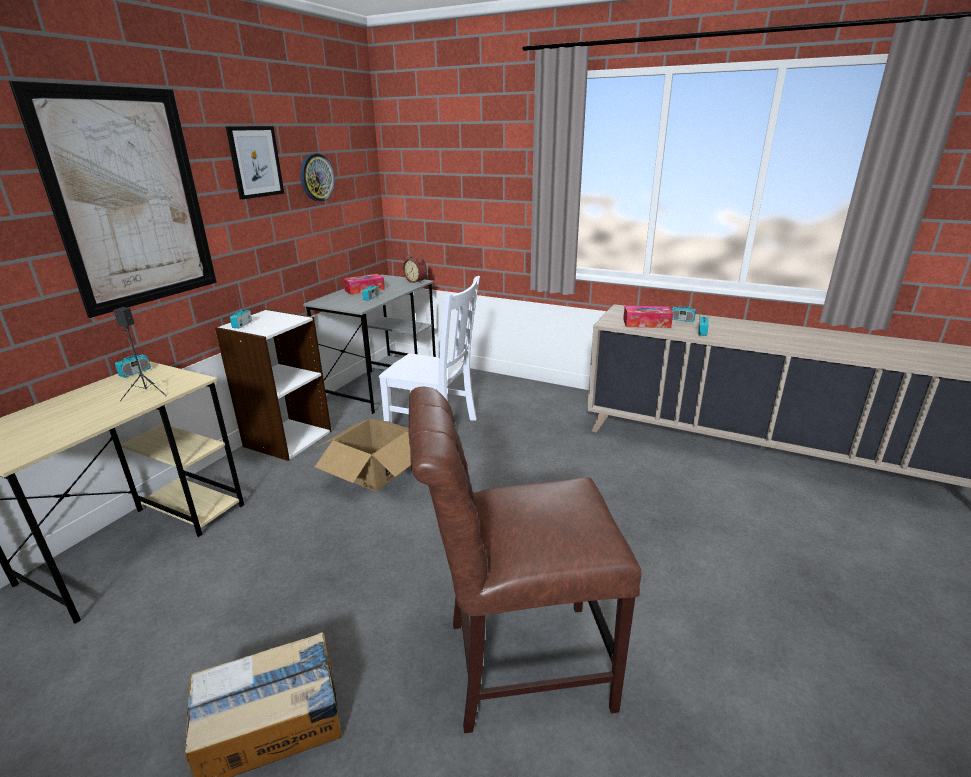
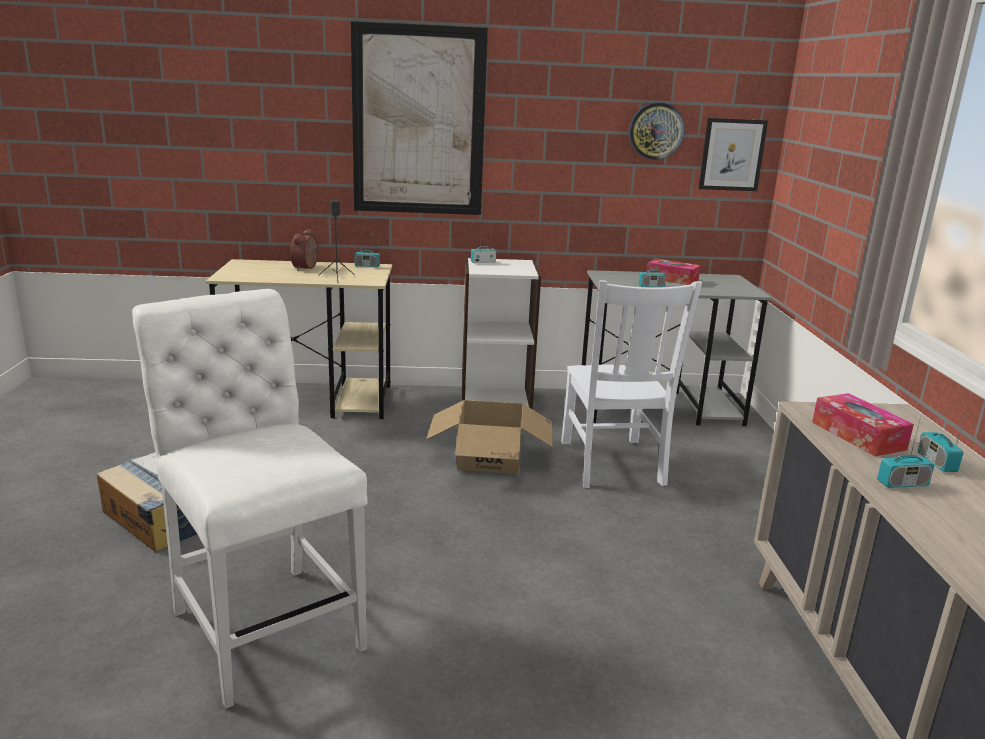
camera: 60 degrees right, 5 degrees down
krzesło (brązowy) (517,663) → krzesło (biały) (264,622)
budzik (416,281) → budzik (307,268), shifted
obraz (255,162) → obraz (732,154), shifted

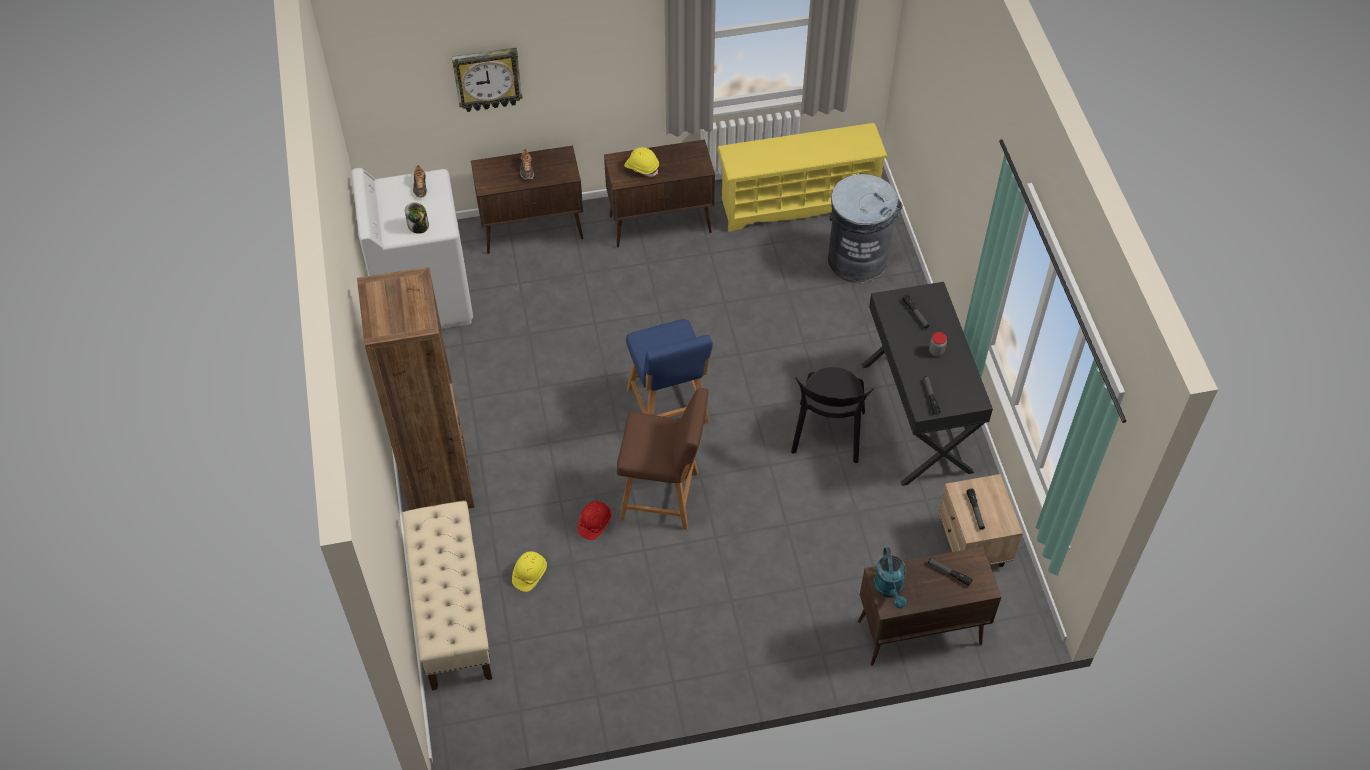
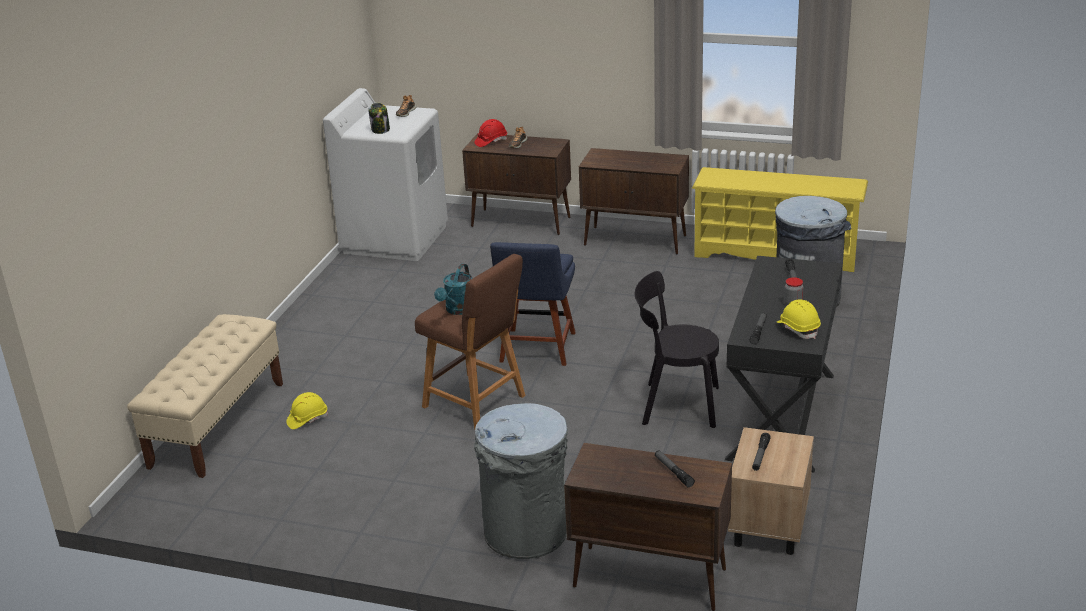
camera: 30 degrees right, 25 degrees down
konewka (turkusowy) (890,589) → konewka (turkusowy) (458,310), shifted
- → kosz na śmieci (szary) (527,533)
kask (czerwony) (594,523) → kask (czerwony) (491,141), shifted
stołek (niebieski) (669,409) → krzesło (niebieski) (537,349)
krzesło (czarny) (827,435) → krzesło (czarny) (675,405), 60 degrees clockwise
kask (żółty) (642,167) → kask (żółty) (798,328), shifted
regał (brązowy) (438,481) → -
zegar ścienny (487,78) → -

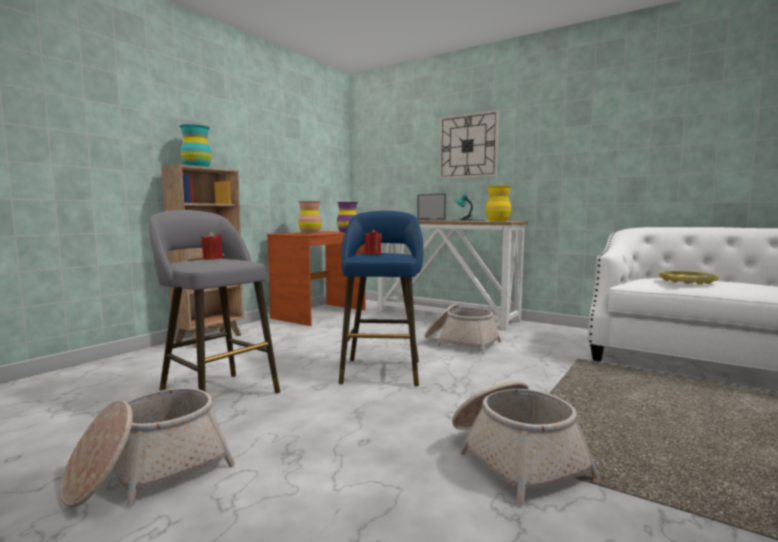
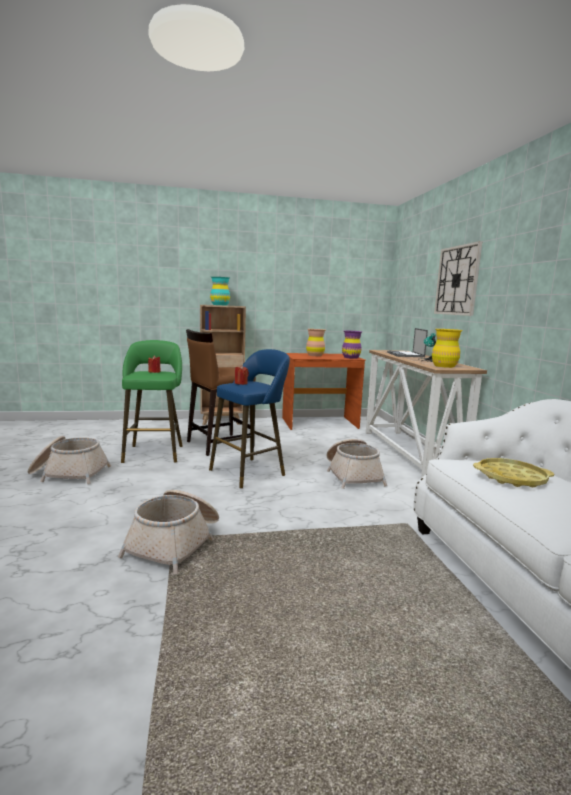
camera: 45 degrees right, 5 degrees up
stołek (szary) (216,394) → stołek (zielony) (154,452)
- → stołek (brązowy) (219,444)

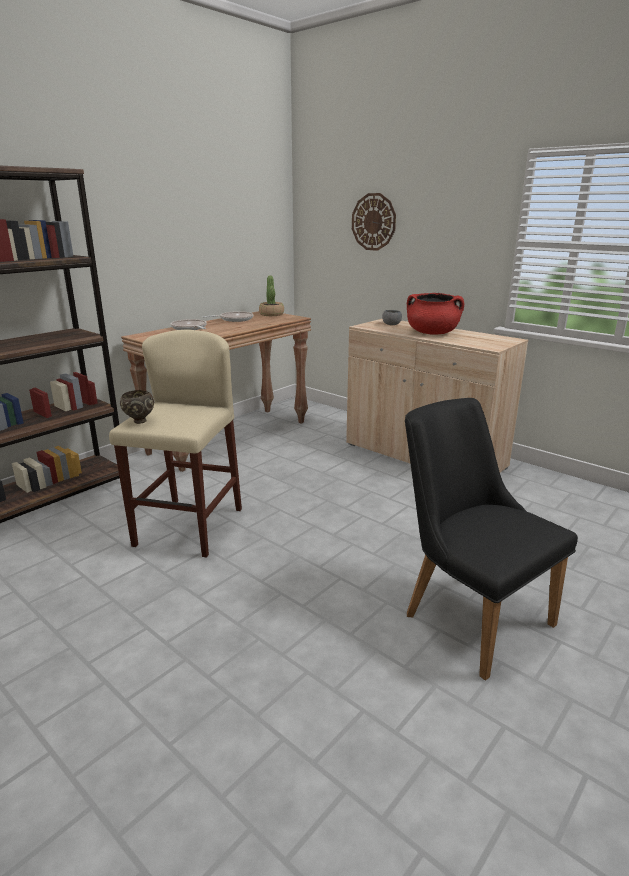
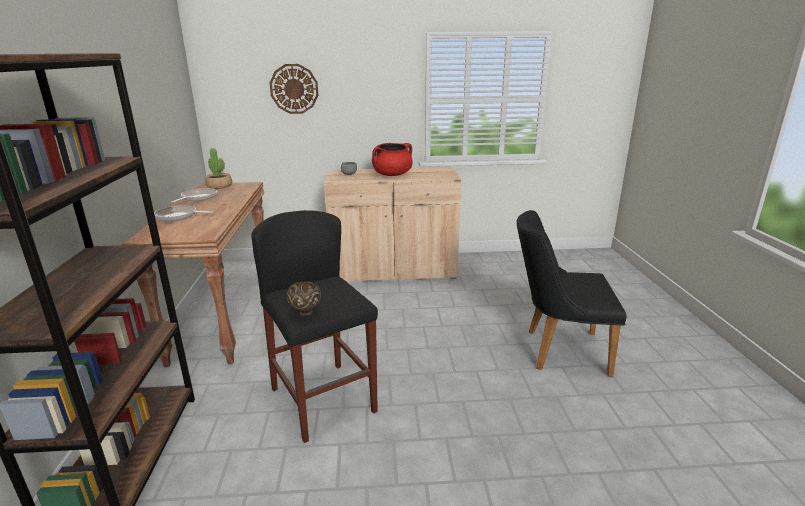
camera: 45 degrees left, 0 degrees up
stołek (beżowy) (189,527) → stołek (czarny) (323,400)

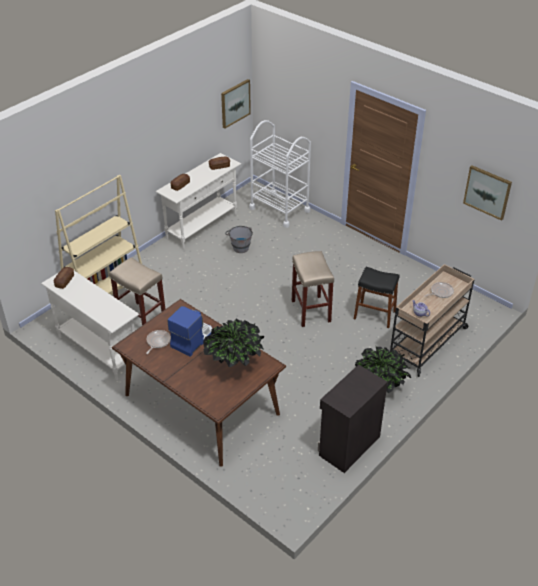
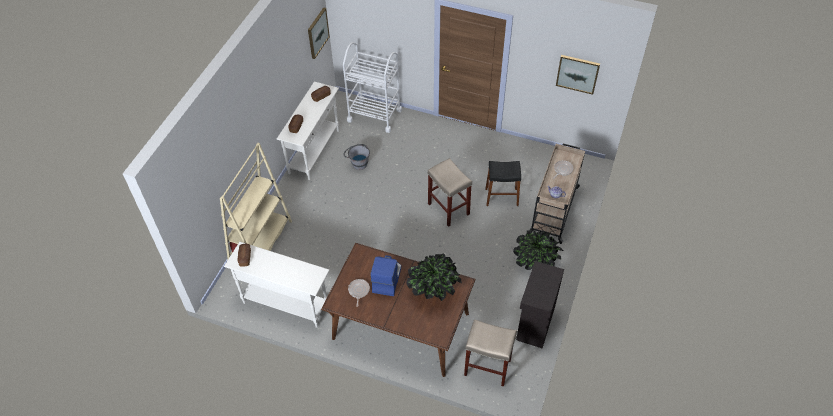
camera: 20 degrees left, 10 degrees up
stołek (beżowy) (142,318) → stołek (beżowy) (488,367), shifted

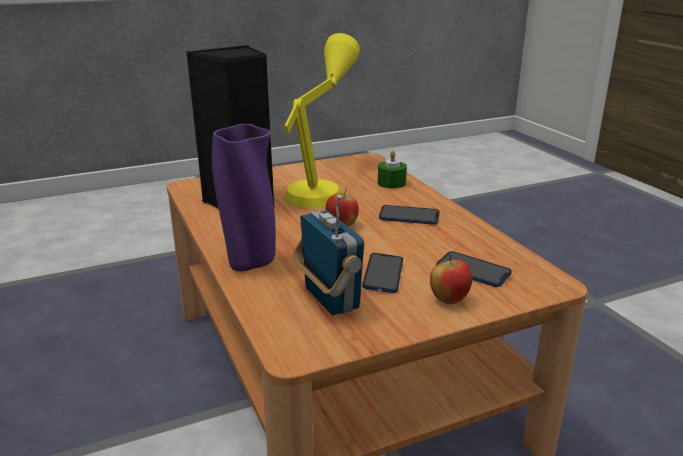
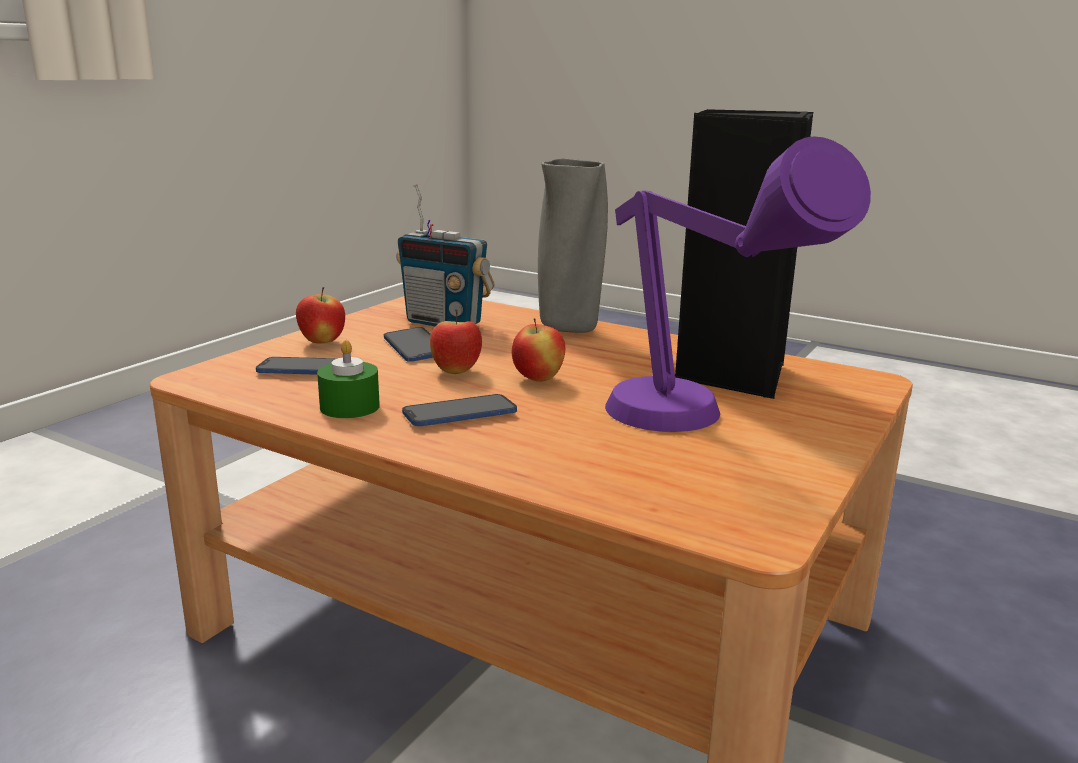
camera: 145 degrees right, 5 degrees down
świeca (zielony) (391,183) → świeca (zielony) (349,407), shifted
- → jabłko (456,371)
wazon (fioletowy) (250,263) → wazon (szary) (568,328)
lampa stołowa (żółty) (323,185) → lampa stołowa (fioletowy) (689,432)

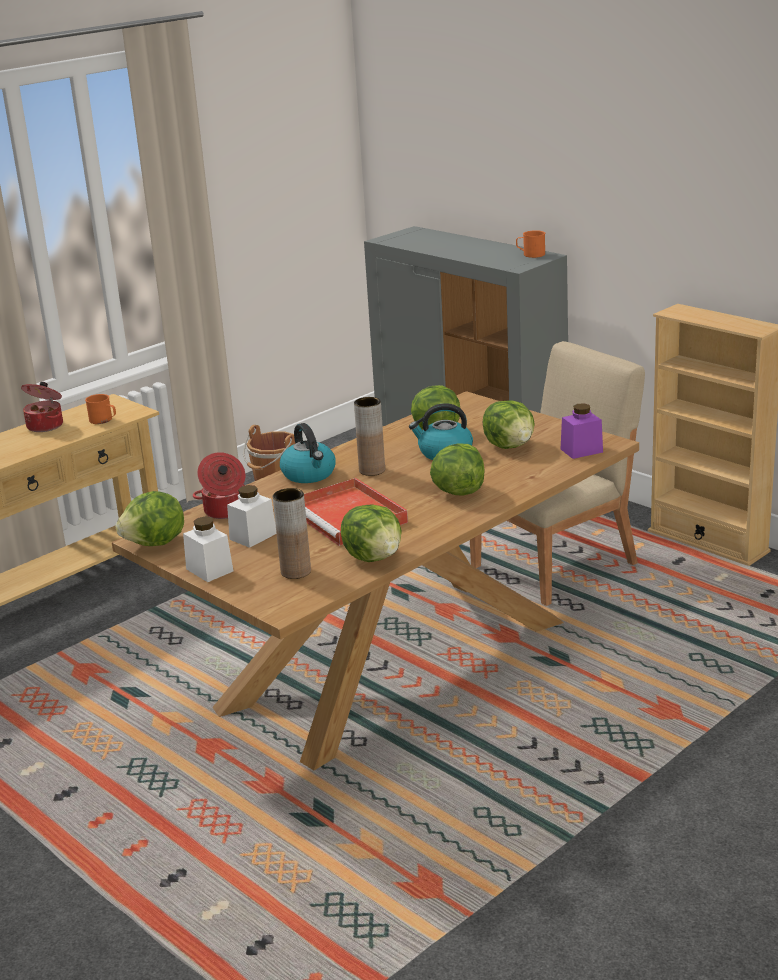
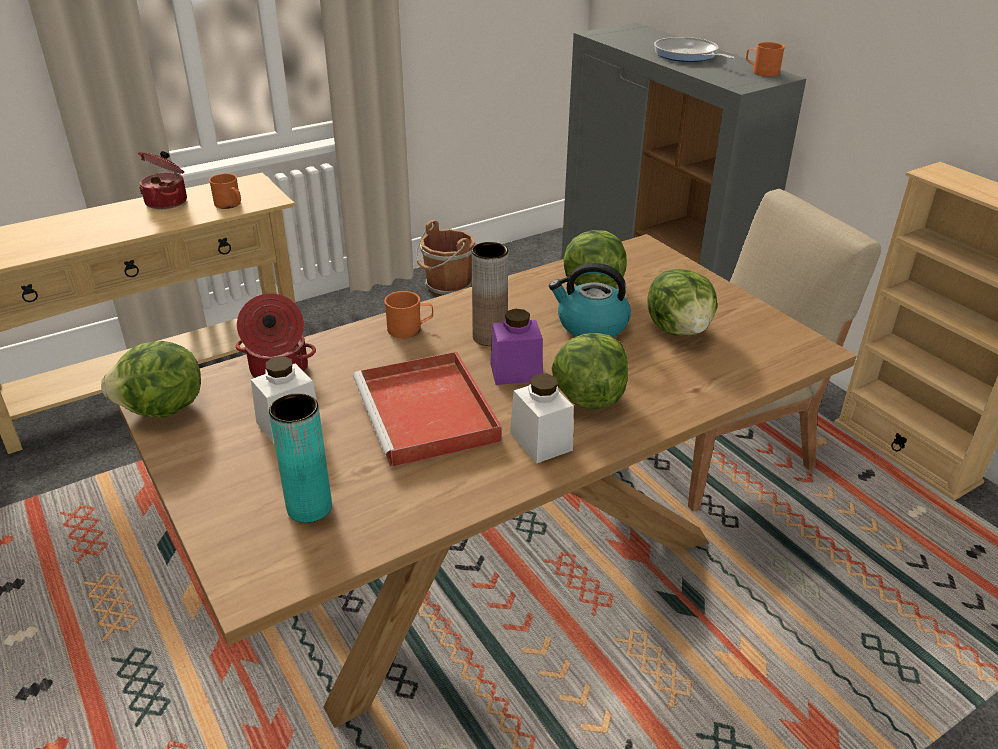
camera: 10 degrees right, 10 degrees up
wazon (brązowy) (296,572) → wazon (turkusowy) (309,507)
czajnik (309,474) → kubek (pomarańczowy) (410,328)
słoik (fioletowy) (581,450) → słoik (fioletowy) (516,372), shifted
słoik (biały) (209,570) → słoik (biały) (541,441), shifted
- → patelnia (687,55)
sałata (374,557) → -

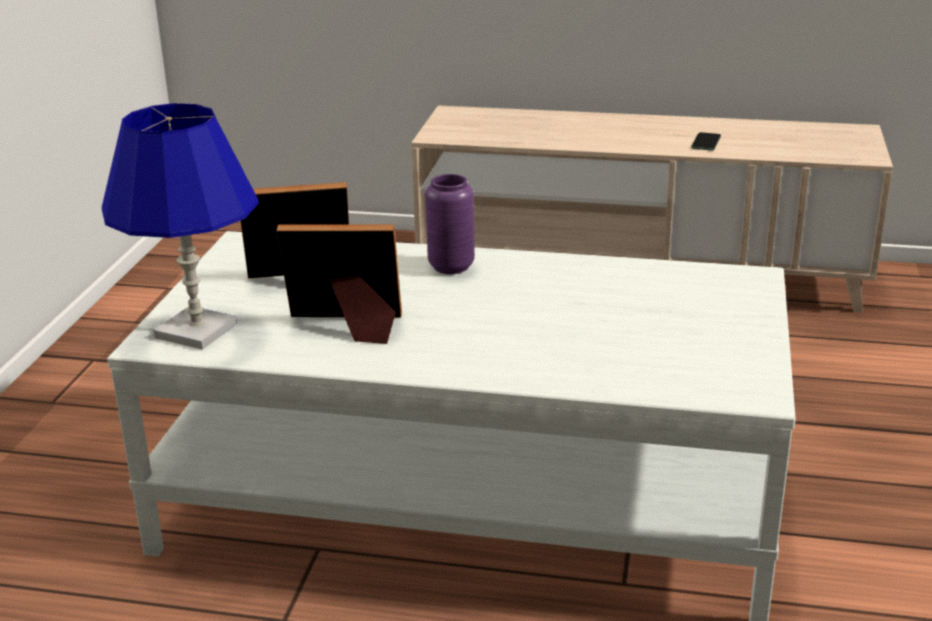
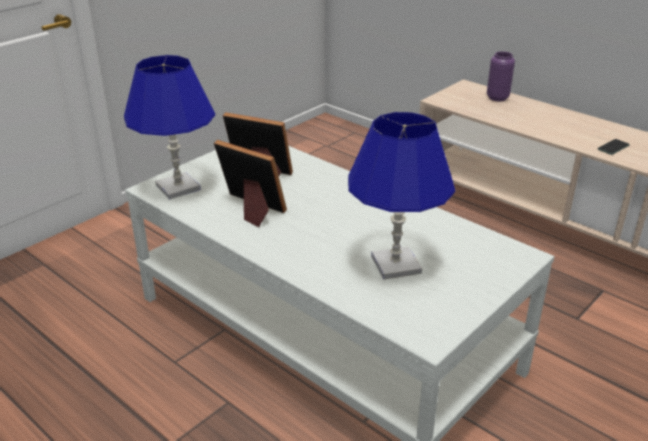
camera: 30 degrees right, 5 degrees up
- → lampa stołowa (niebieski) (395,264)
wazon (fioletowy) (451,267) → wazon (fioletowy) (497,98), shifted

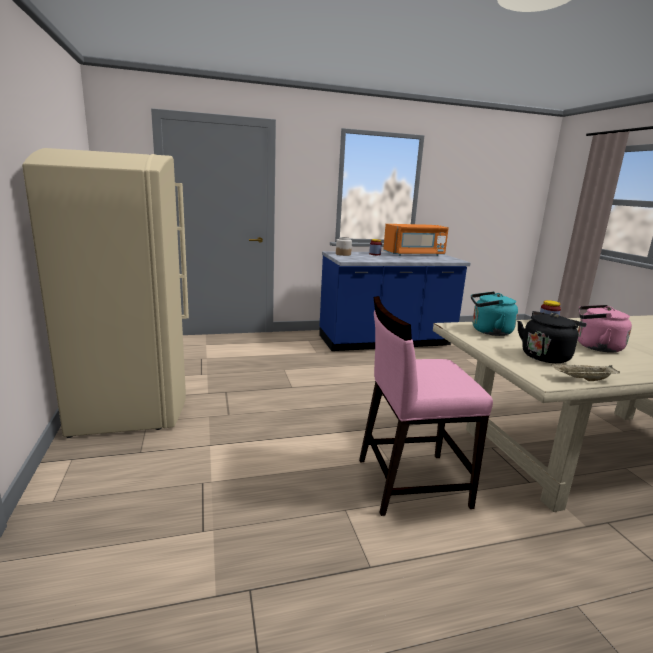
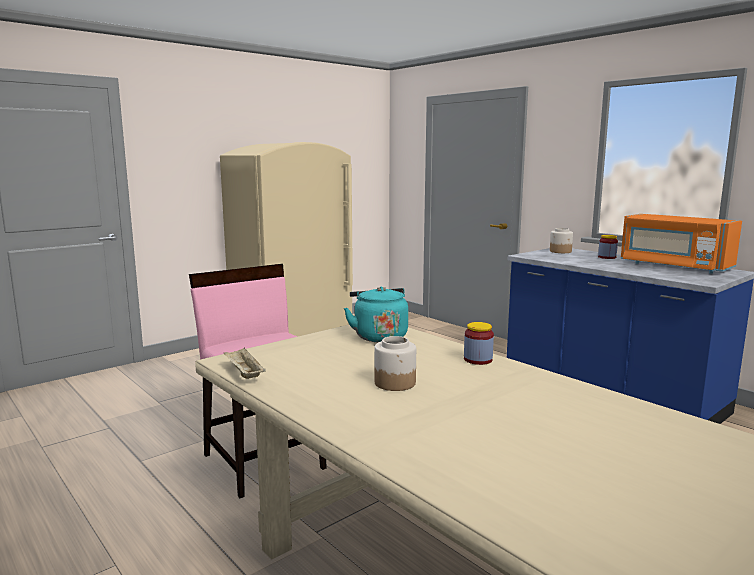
camera: 65 degrees right, 5 degrees down
czajnik (różowy) (595,347) → słoik (395,383)
czajnik (czarny) (546,356) → -

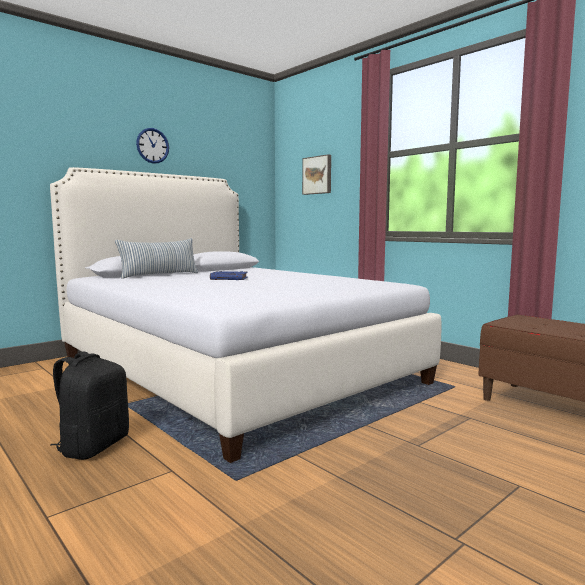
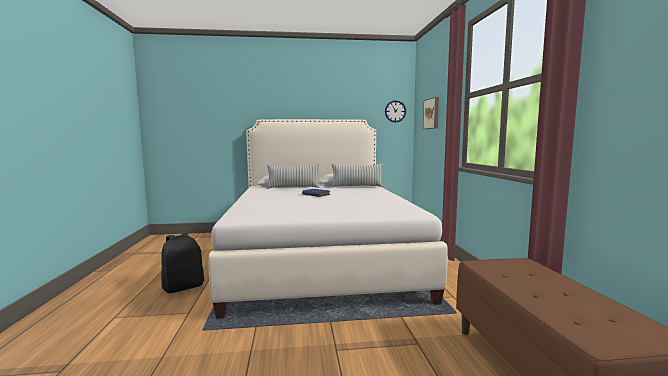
camera: 35 degrees right, 0 degrees up
- → poduszka (357,186)
zegar ścienny (152,145) → zegar ścienny (395,111), shifted

